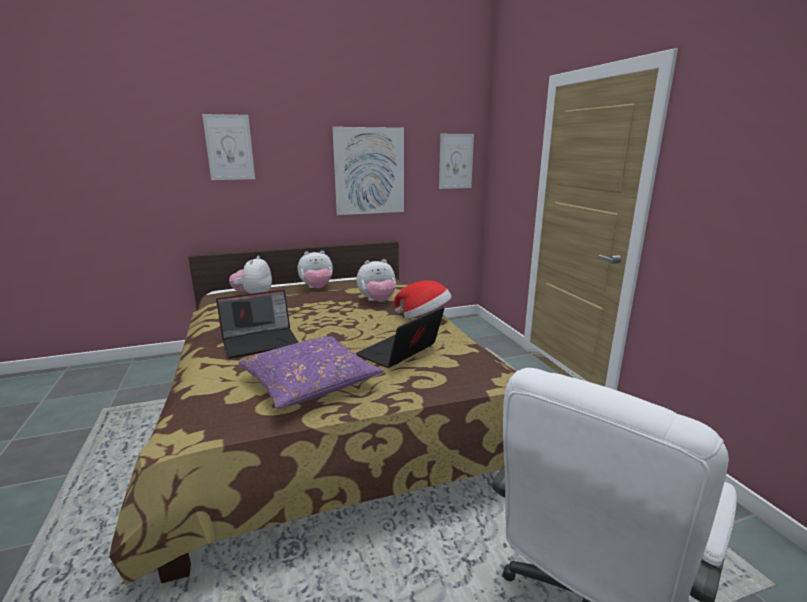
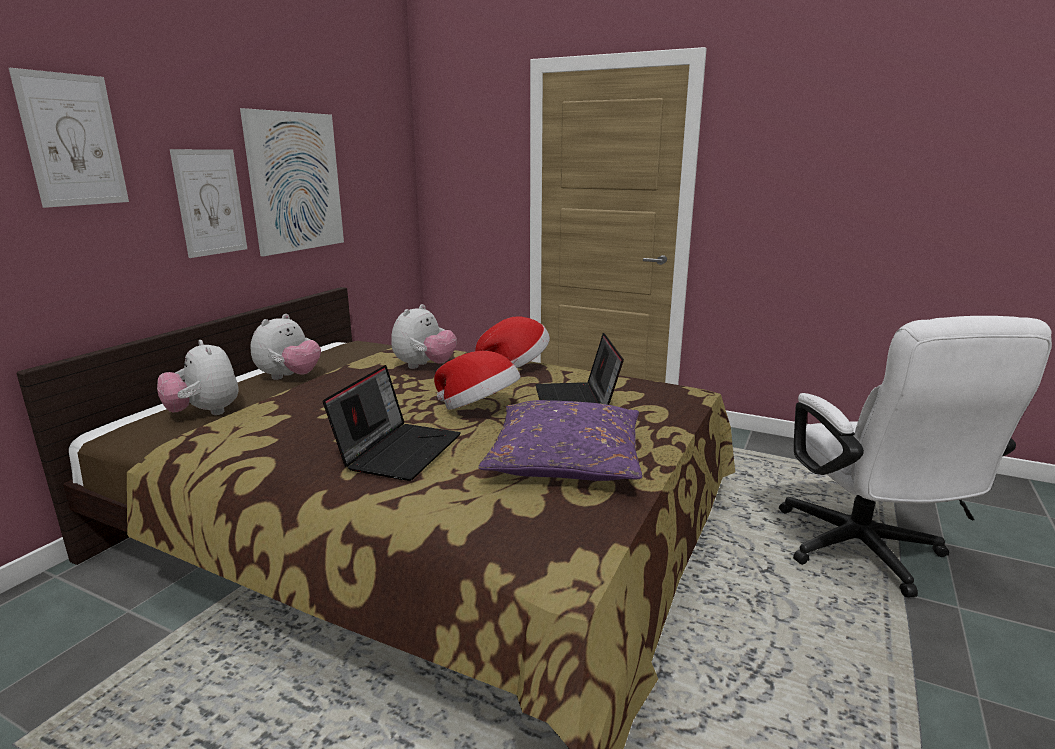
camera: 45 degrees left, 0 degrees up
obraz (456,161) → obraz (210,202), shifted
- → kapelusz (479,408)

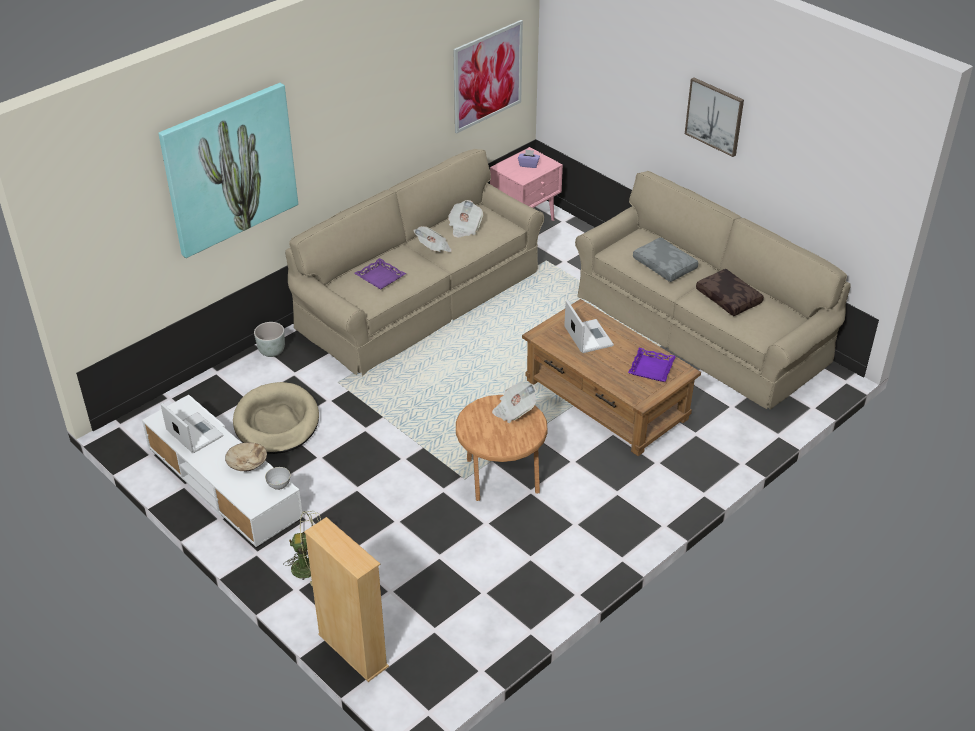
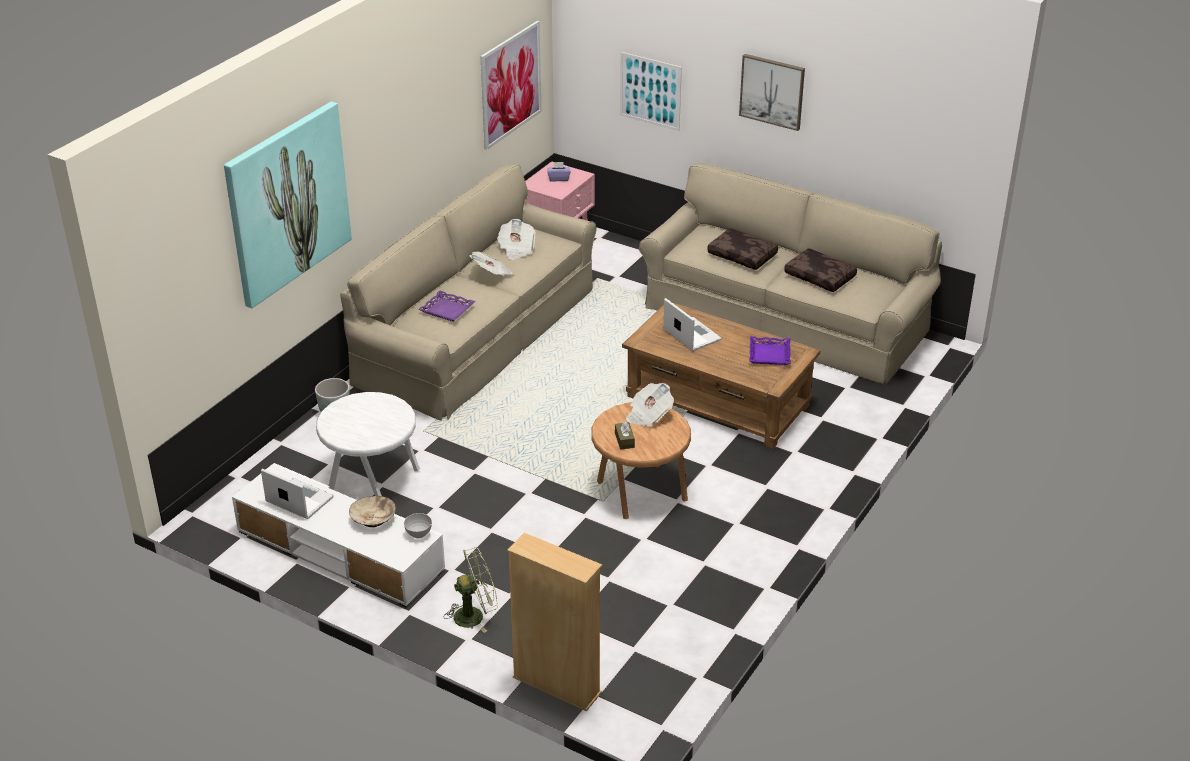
camera: 15 degrees left, 5 degrees down
legowisko (beżowy) (276,422) → stolik (biały) (372,481)
- → pudełko chusteczek (brązowy) (624,440)
- → obraz (650,91)
poduszka (szary) (665,265) → poduszka (brązowy) (743,255)

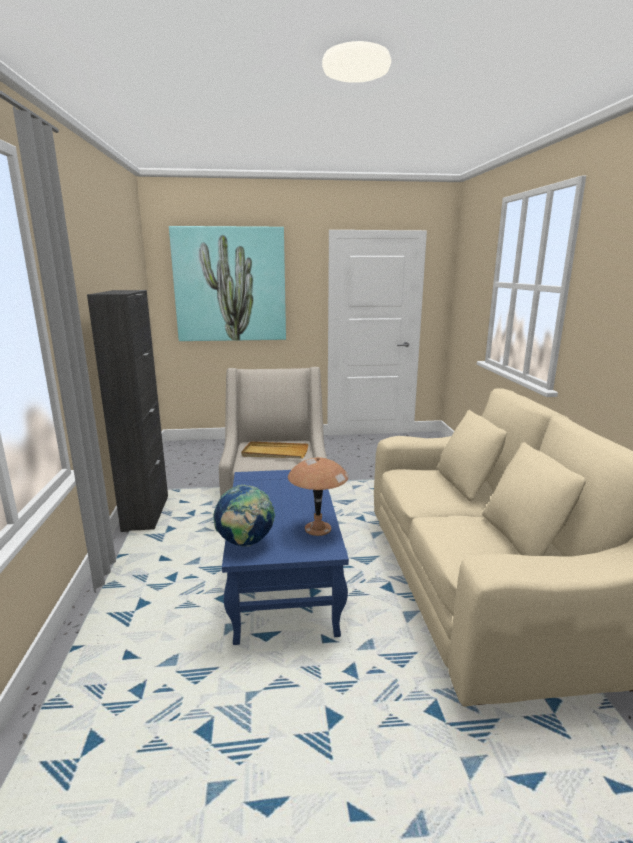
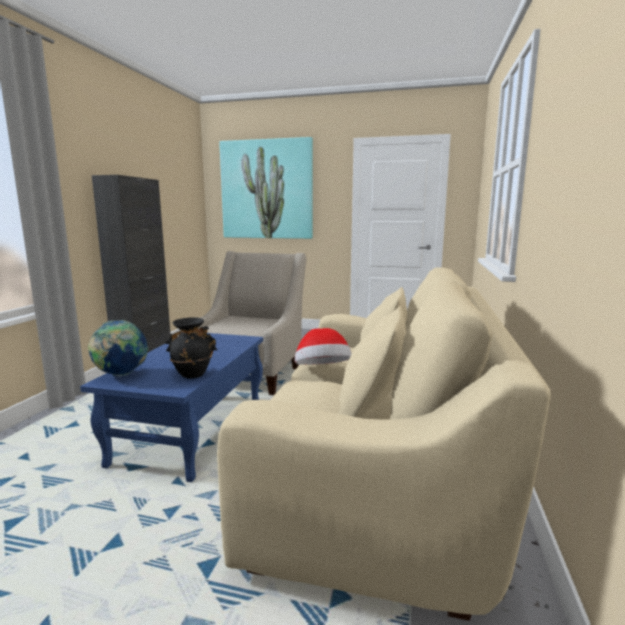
camera: 20 degrees right, 5 degrees down
lampa stołowa (brązowy) (317,528) → wazon (czarny) (192,374)
- → kapelusz (322,372)
taca (beżowy) (275,453) → -

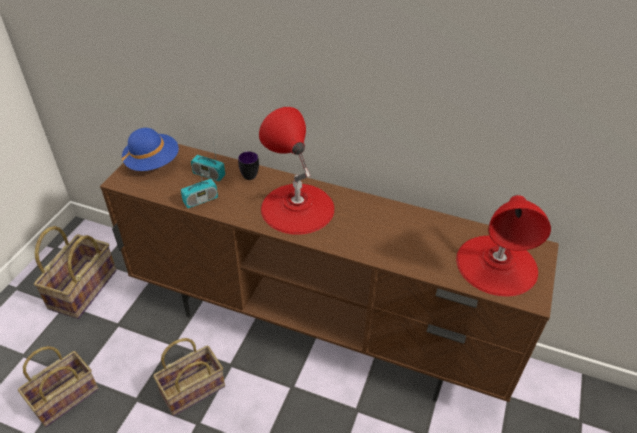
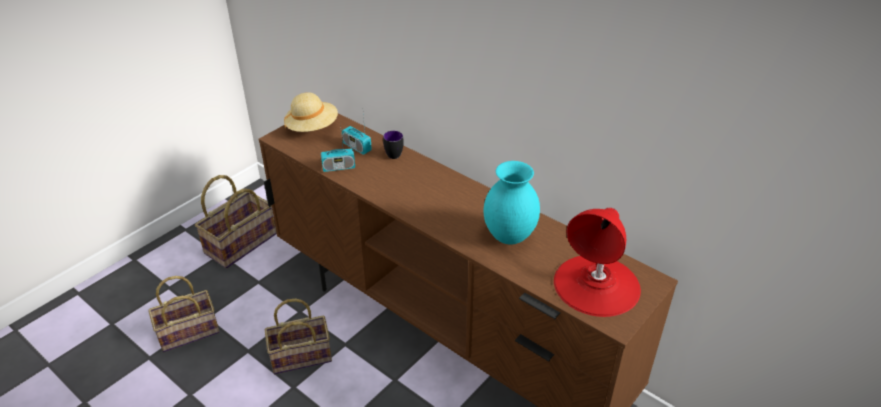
camera: 20 degrees right, 5 degrees down
kapelusz (niebieski) (152,163) → kapelusz (beżowy) (312,128)
- → wazon (turkusowy) (509,236)
lampa stołowa (czerwony) (297,208) → -

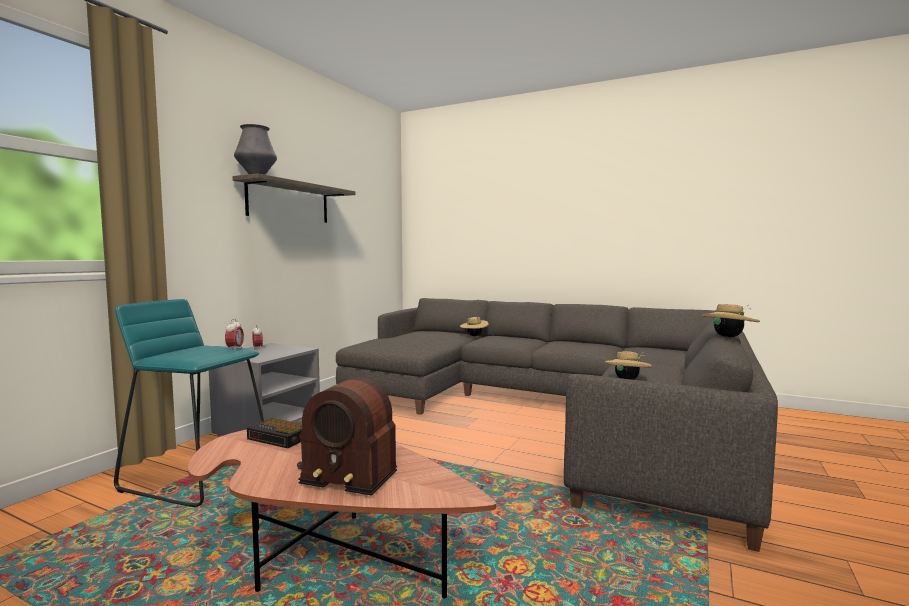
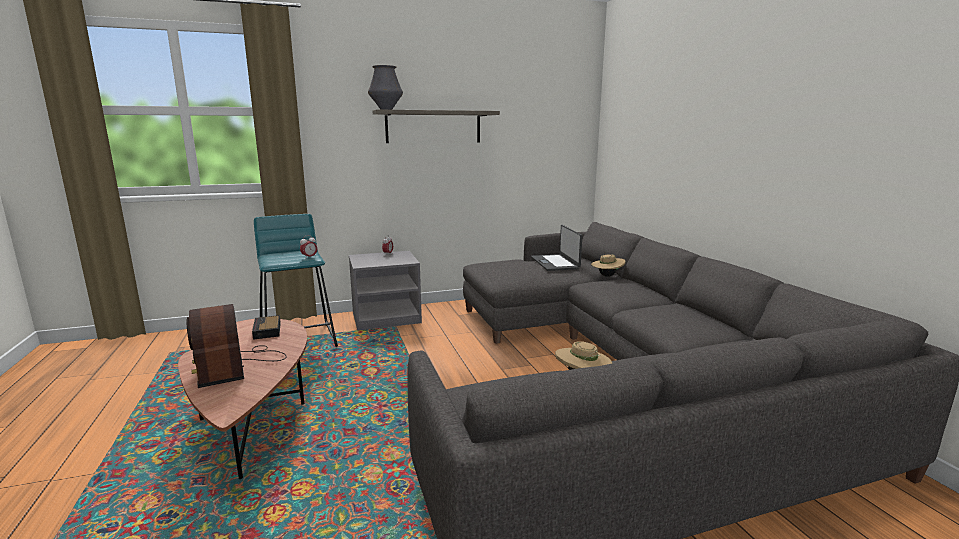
camera: 45 degrees right, 10 degrees up
- → laptop (555,263)
kapelusz (beżowy) (728,337) → -

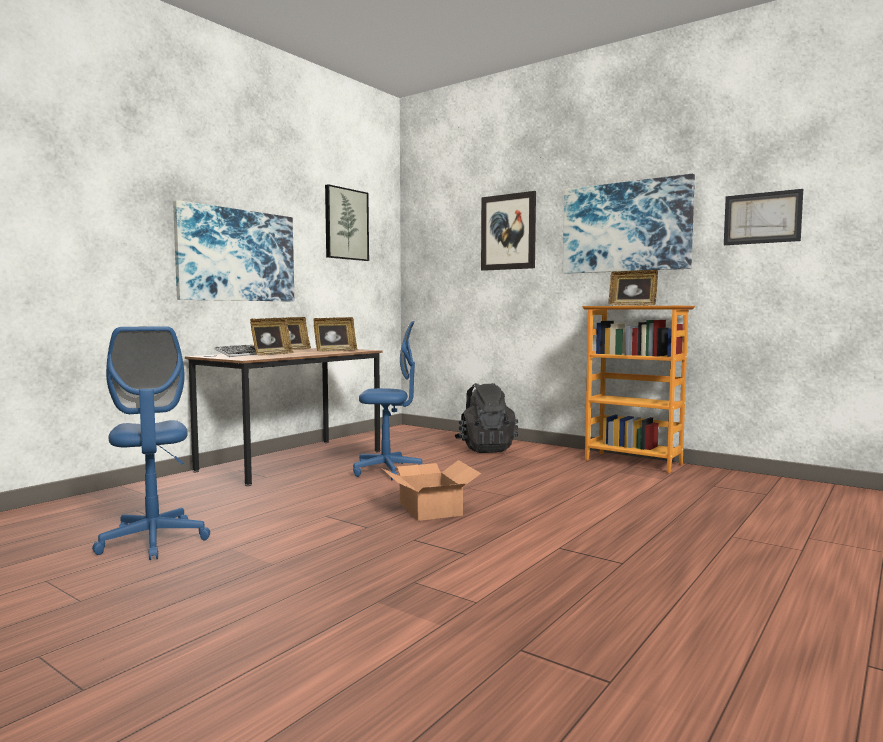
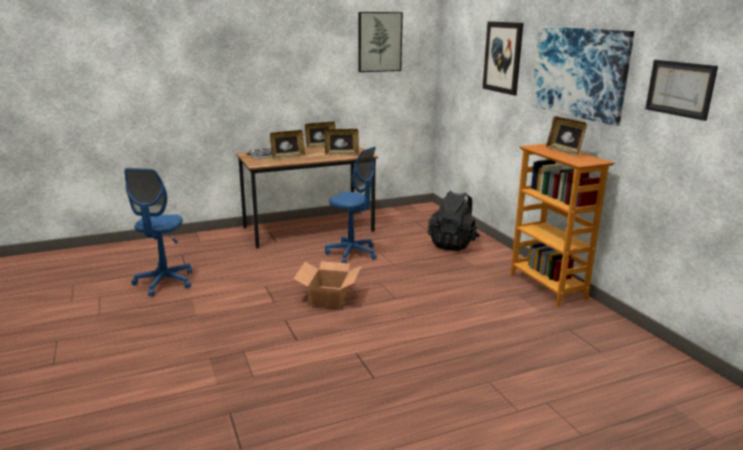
camera: 30 degrees right, 15 degrees up
obraz (237,255) → -

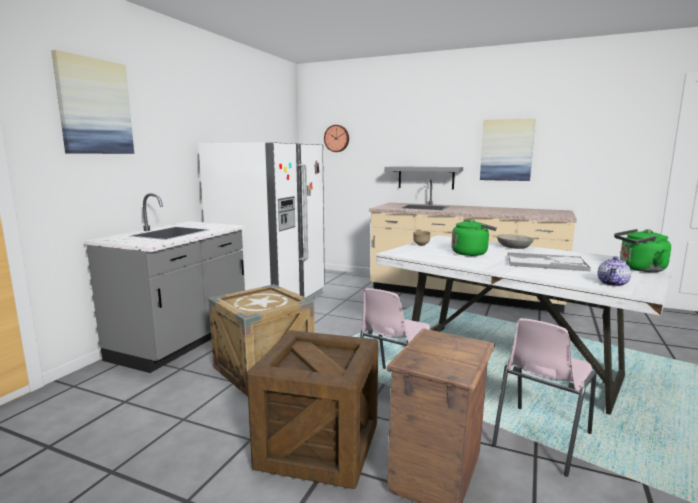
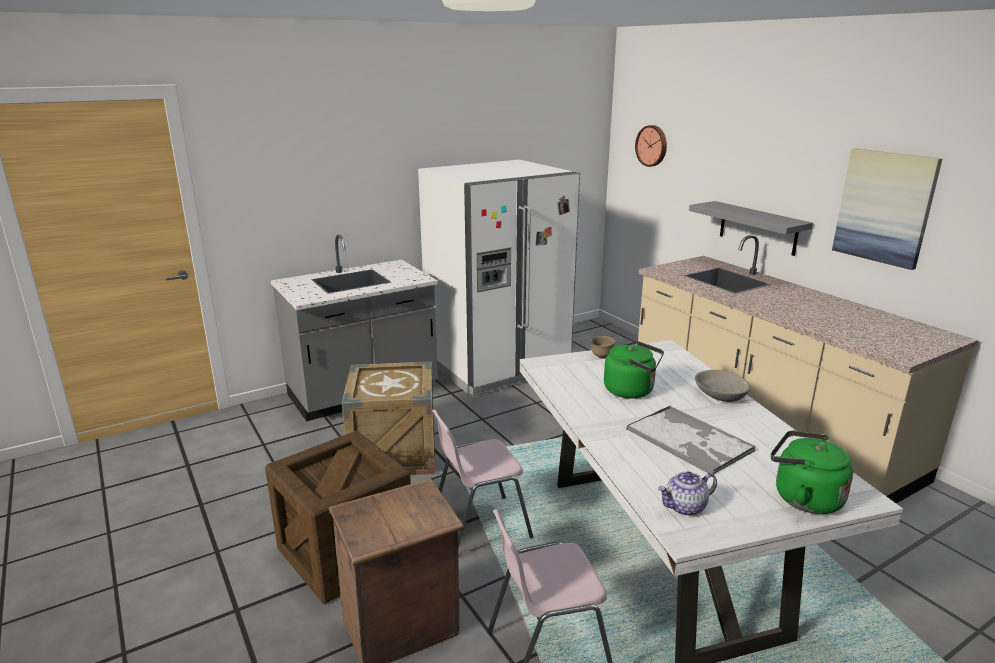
camera: 35 degrees right, 10 degrees up
obraz (94,107) → -

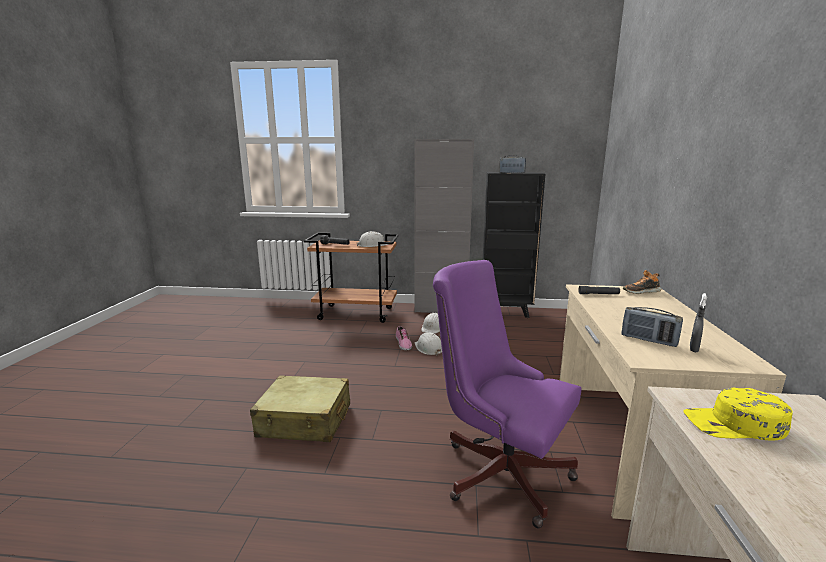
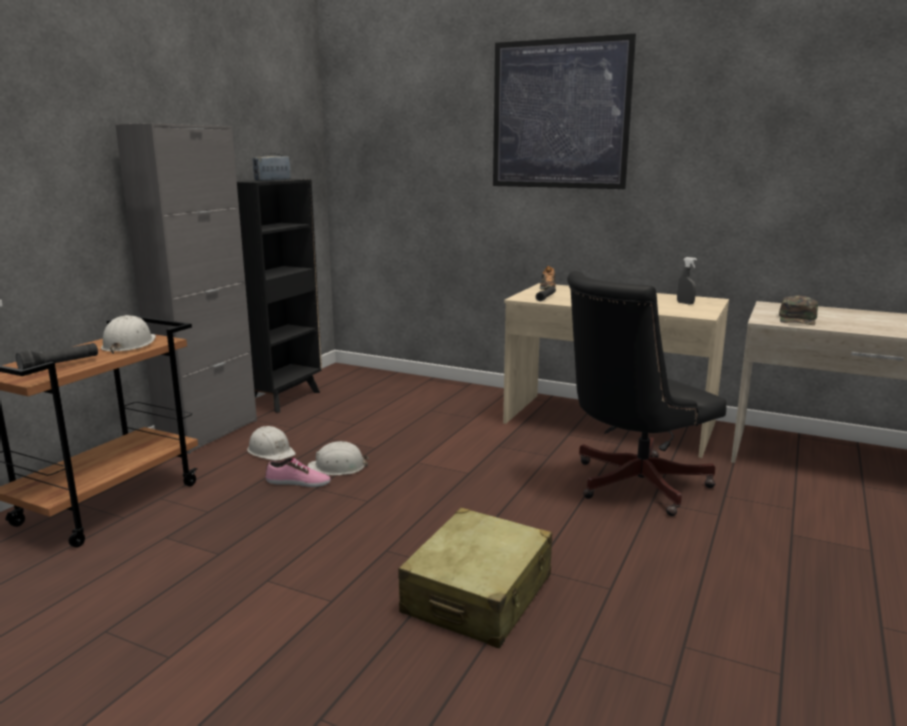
camera: 70 degrees left, 0 degrees up
- → obraz (560,115)
krzesło biurowe (fioletowy) (498,469) → krzesło biurowe (czarny) (631,485)
czapka z daszkiem (żółty) (734,424) → czapka z daszkiem (zielony) (798,319)
radio (648,340) → -

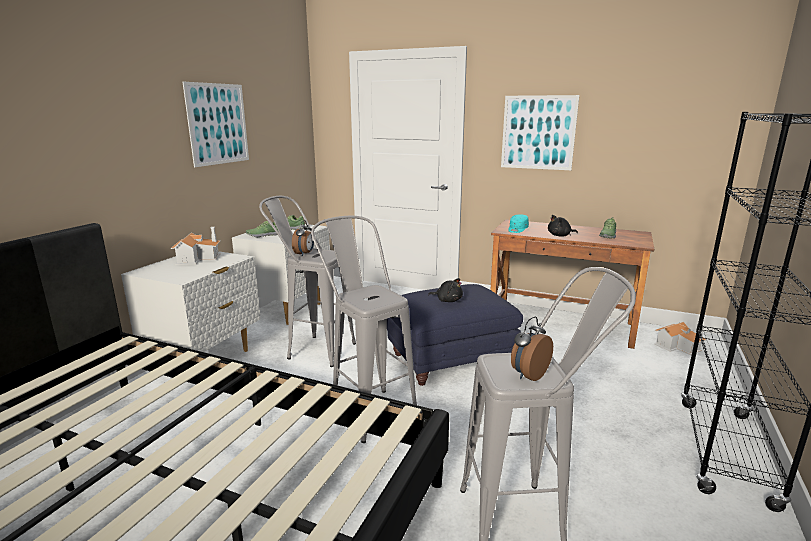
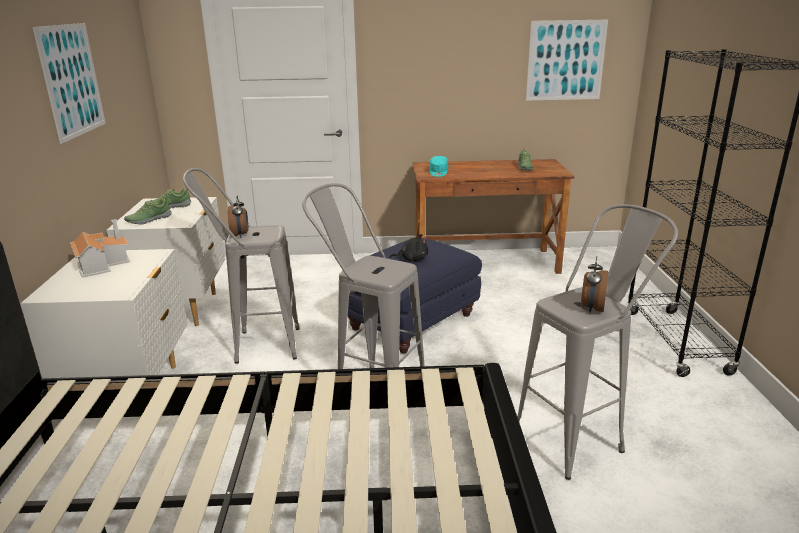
camera: 25 degrees left, 5 degrees up
obraz (538,132) → obraz (565,60), shifted
pluszak (czarny) (560,236) → -
domek (678,346) → -

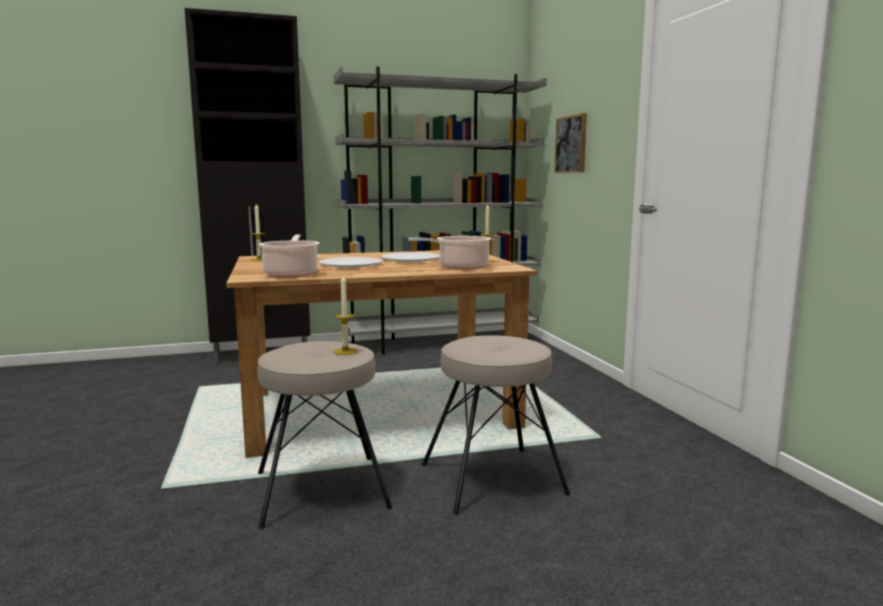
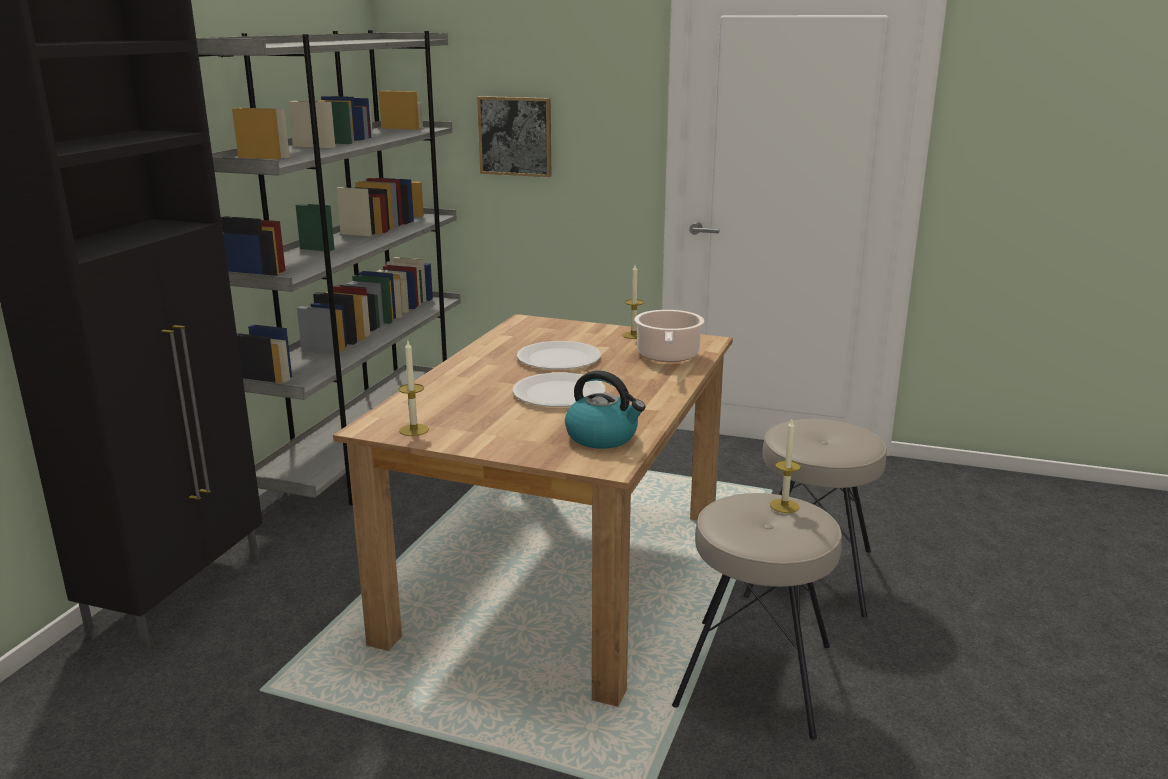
camera: 55 degrees left, 10 degrees up
garnek (291,274) → czajnik (603,437)

